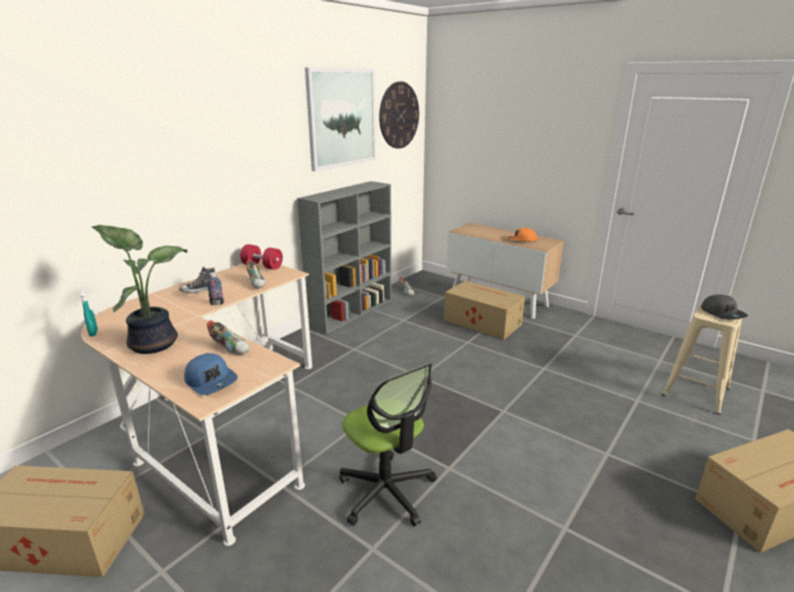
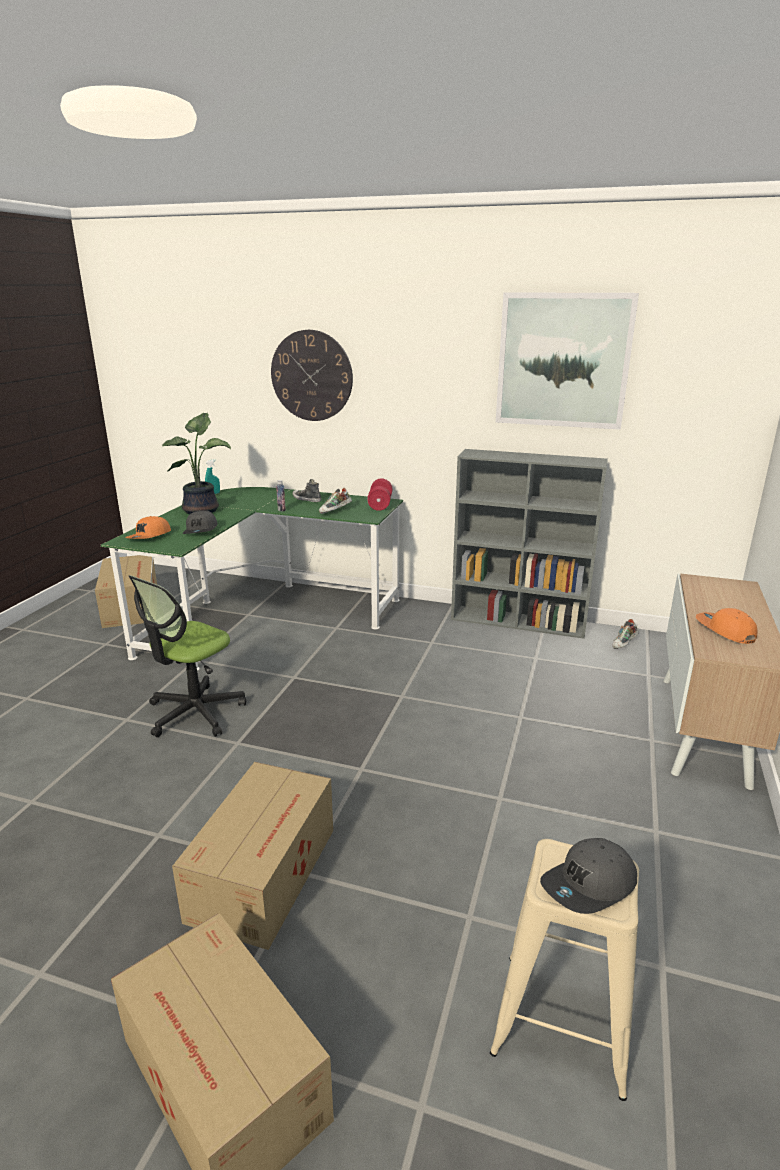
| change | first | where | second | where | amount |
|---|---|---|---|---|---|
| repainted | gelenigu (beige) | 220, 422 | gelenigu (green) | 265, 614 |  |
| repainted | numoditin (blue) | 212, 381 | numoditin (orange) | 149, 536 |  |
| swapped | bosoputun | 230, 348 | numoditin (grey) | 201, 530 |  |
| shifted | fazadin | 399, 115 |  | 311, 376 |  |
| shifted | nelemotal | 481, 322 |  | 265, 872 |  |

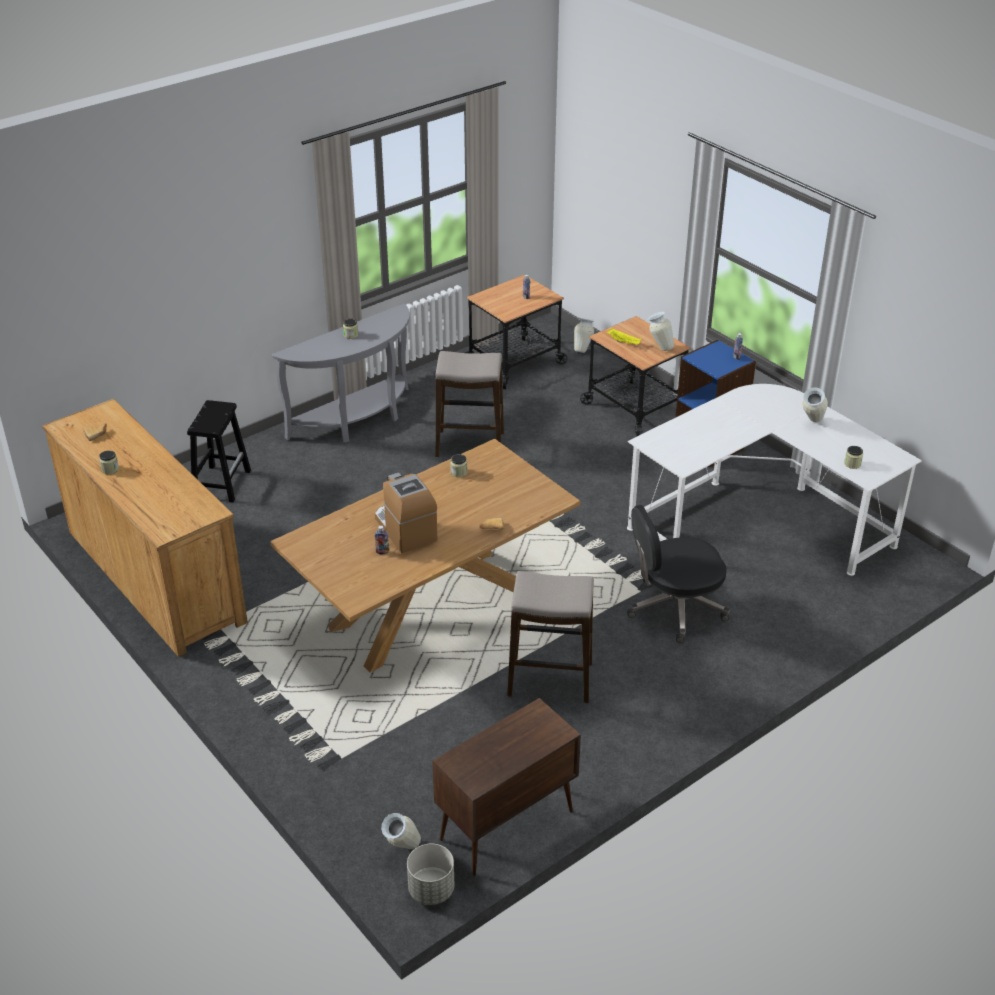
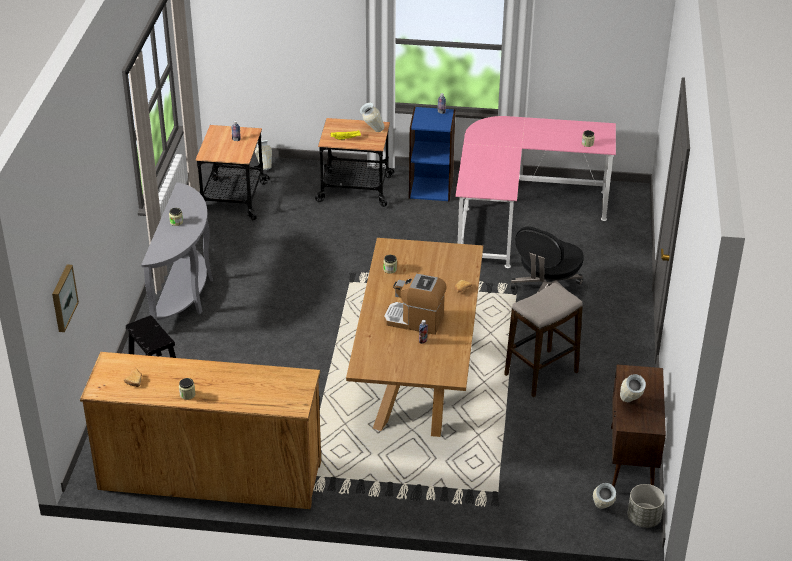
| change | first | where | second | where | amount |
|---|---|---|---|---|---|
| gone | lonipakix | 470, 445 |  |  |  |
| repainted | gelenigu (white) | 759, 518 | gelenigu (pink) | 518, 216 |  |
| shifted | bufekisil | 811, 424 |  | 629, 405 |  |
| new |  |  | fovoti | 62, 298 |  |

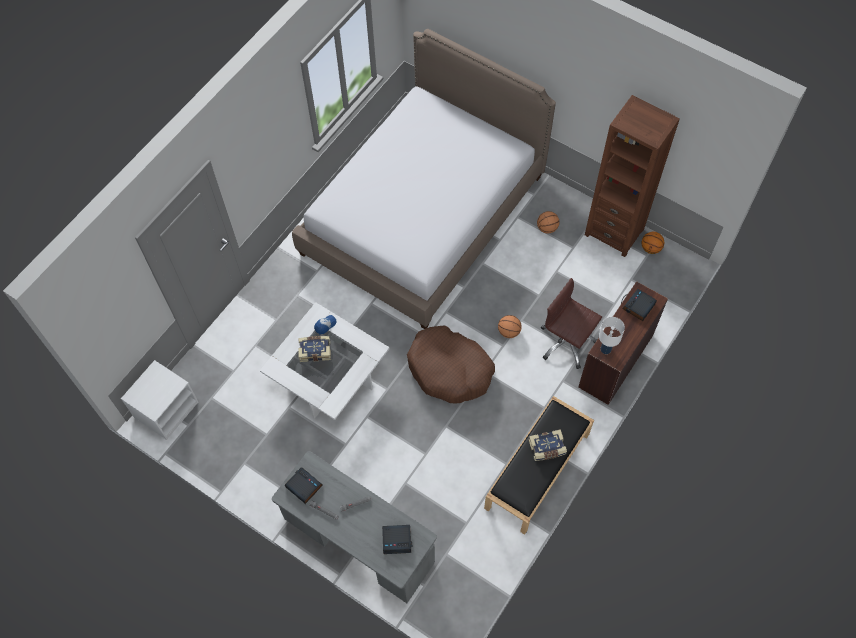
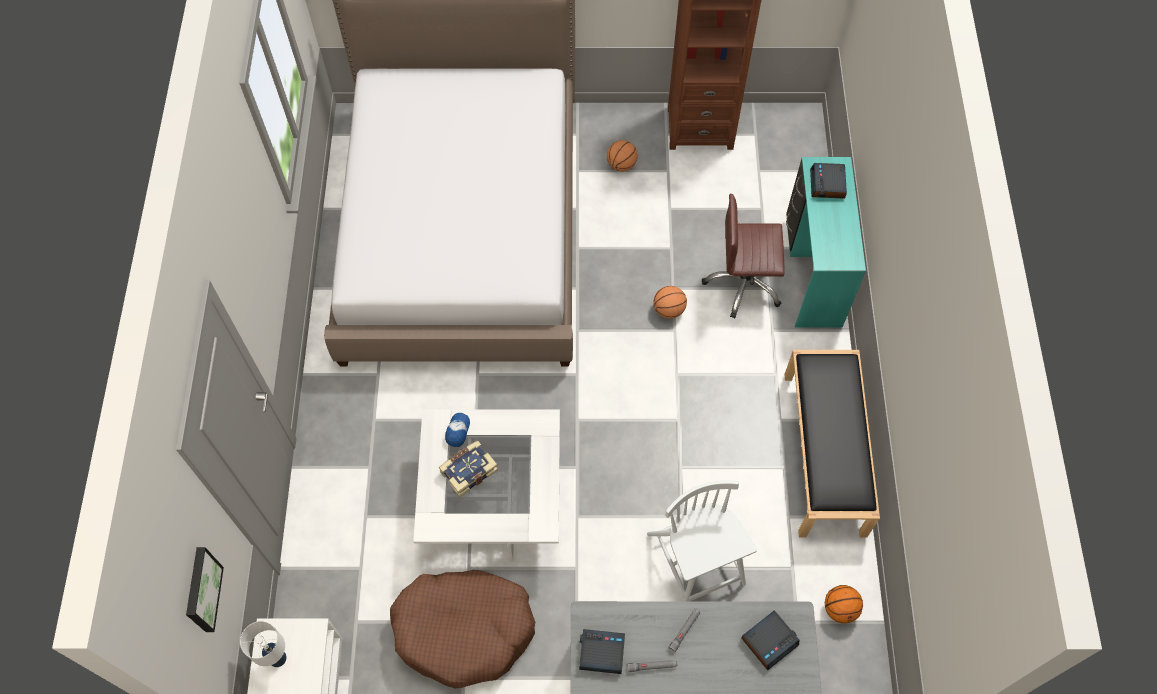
| change | first | where | second | where | amount |
|---|---|---|---|---|---|
| shifted | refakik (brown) | 450, 370 |  | 464, 630 |  |
| gone | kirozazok | 547, 448 |  |  |  |
| repainted | gelenigu (brown) | 615, 360 | gelenigu (turquoise) | 811, 272 |  |
| shifted | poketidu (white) | 606, 349 |  | 278, 658 |  |
| shifted | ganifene | 650, 248 |  | 839, 609 |  |
| new |  |  | fovoti | 201, 590 |  |
| new |  |  | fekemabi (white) | 696, 561 |  |

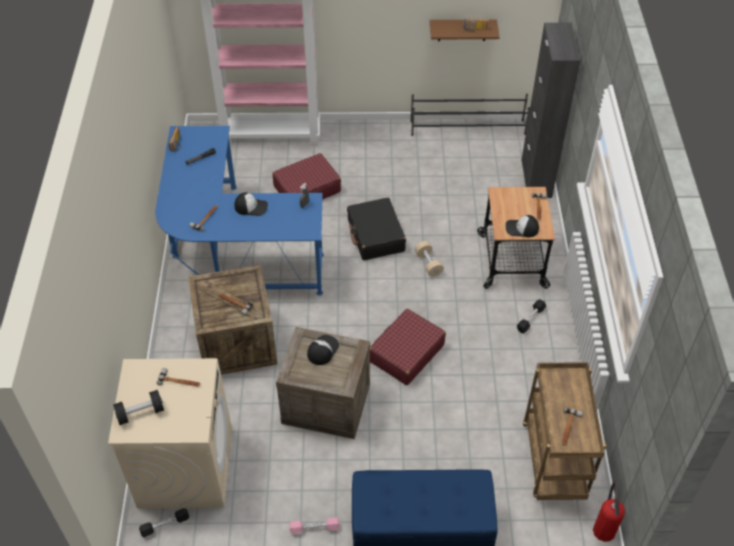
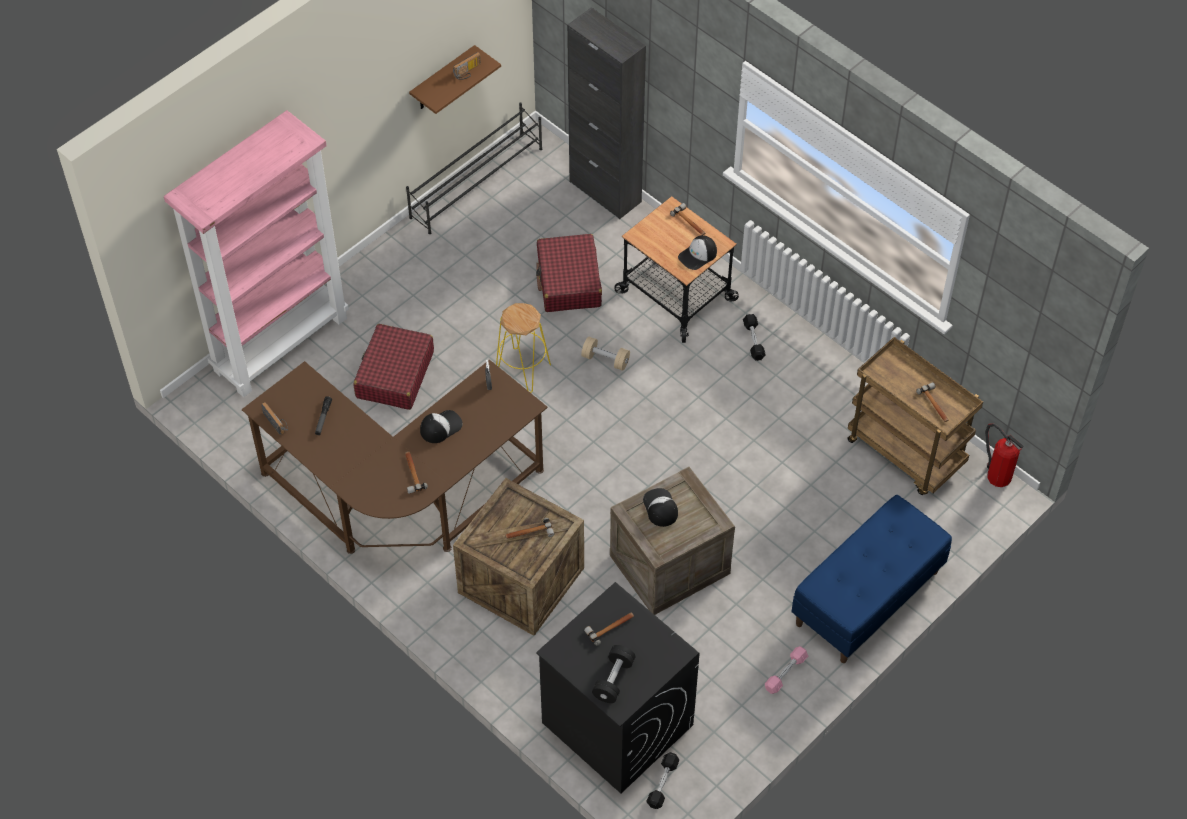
| change | first | where | second | where | amount |
|---|---|---|---|---|---|
| repainted | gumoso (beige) | 185, 466 | gumoso (black) | 616, 723 |  |
| repainted | gelenigu (blue) | 232, 251 | gelenigu (brown) | 401, 498 |  |
| swapped | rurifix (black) | 375, 236 | lonipakix (yellow) | 523, 370 |  |
| shifted | rurifix (red) | 406, 353 |  | 569, 281 |  |

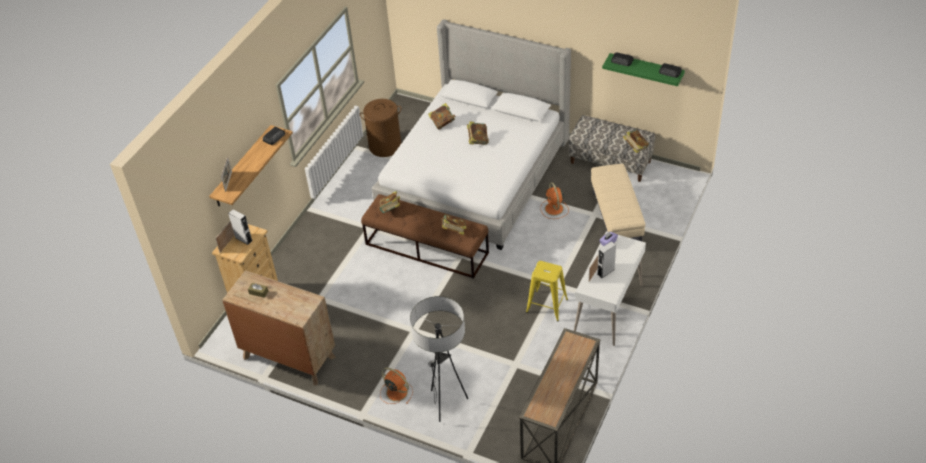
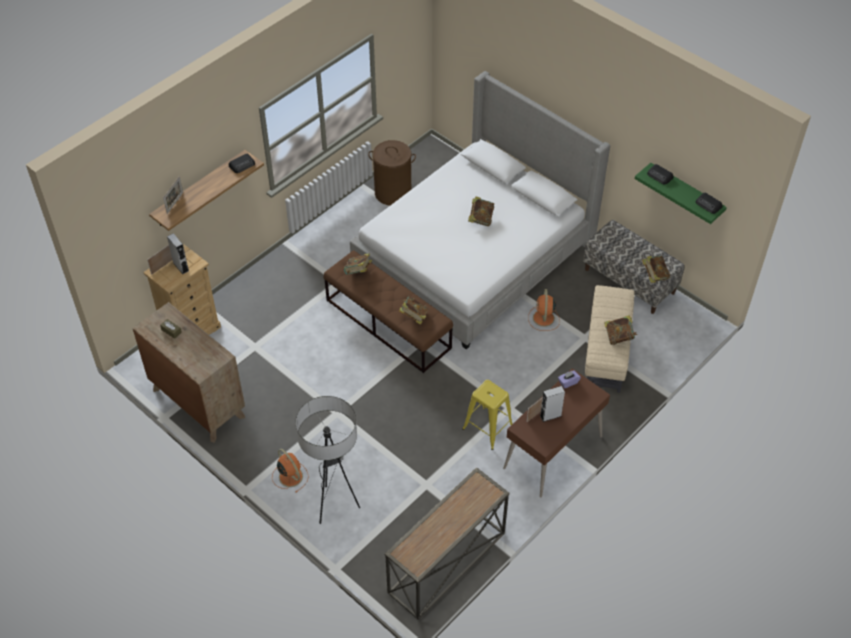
| change | first | where | second | where | amount |
|---|---|---|---|---|---|
| shifted | kirozazok | 442, 123 |  | 619, 337 |  |
| repainted | gelenigu (white) | 608, 309 | gelenigu (brown) | 553, 453 |  |

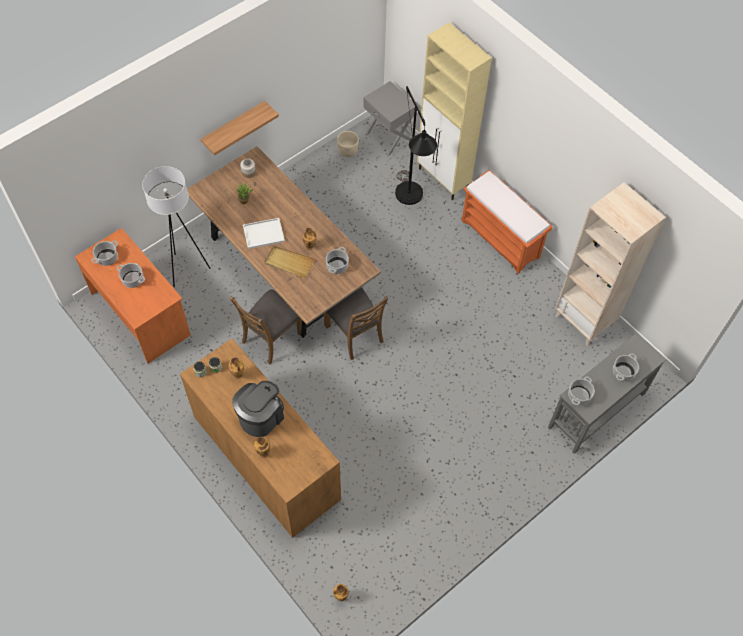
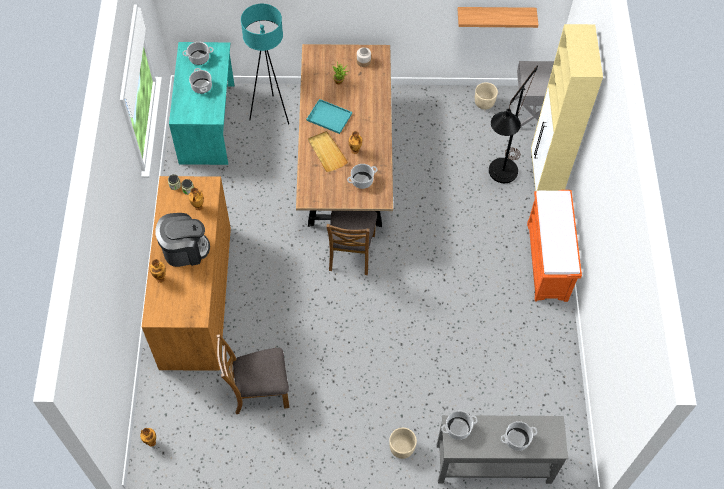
| change | first | where | second | where | amount |
|---|---|---|---|---|---|
| repainted | gelenigu (orange) | 141, 313 | gelenigu (turquoise) | 208, 123 |  |
| repainted | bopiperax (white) | 187, 270 | bopiperax (turquoise) | 271, 113 |  |
| shifted | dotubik | 234, 127 |  | 495, 15 |  |
| shifted | fekemabi (brown) | 271, 337 |  | 259, 390 |  |
| repainted | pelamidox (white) | 263, 234 | pelamidox (turquoise) | 328, 117 |  |
| gone | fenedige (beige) | 585, 320 |  |  |  |
| new |  |  | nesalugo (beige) | 402, 448 |  |

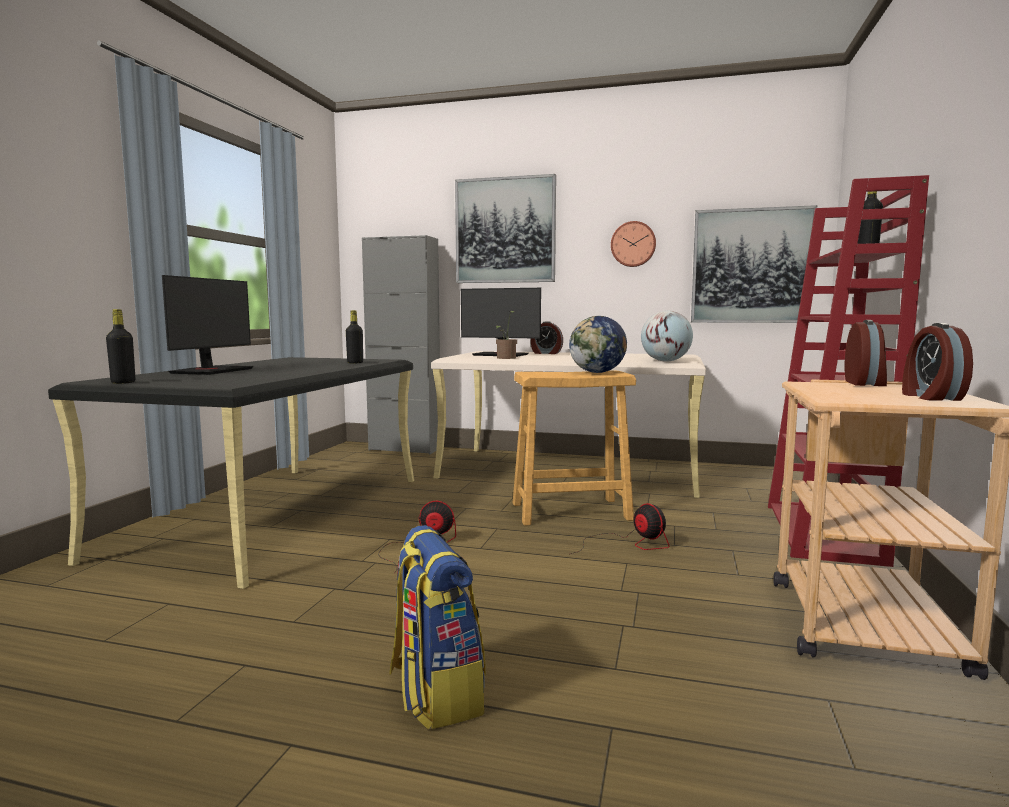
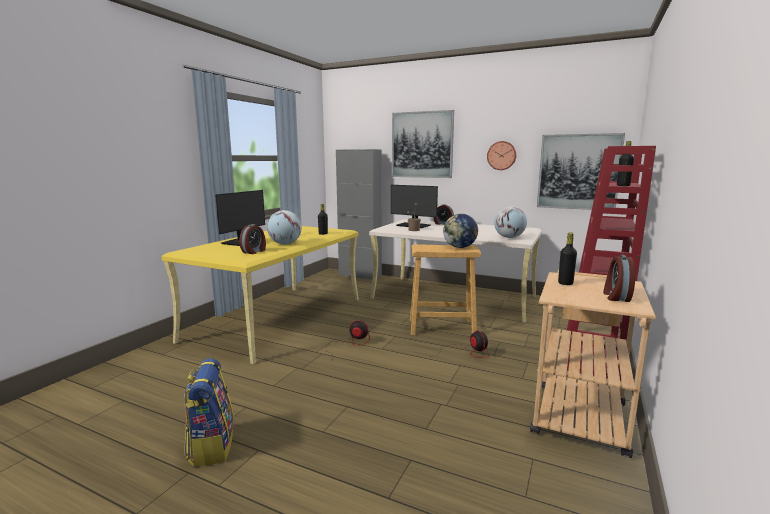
| change | first | where | second | where | amount |
|---|---|---|---|---|---|
| repainted | gelenigu (black) | 276, 514 | gelenigu (yellow) | 278, 318 |  |
| shifted | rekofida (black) | 123, 382 |  | 565, 283 |  |
| shifted | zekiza | 435, 693 |  | 211, 446 |  |
| shifted | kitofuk | 865, 383 |  | 254, 251 |  |
| new |  |  | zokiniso | 285, 244 |  |

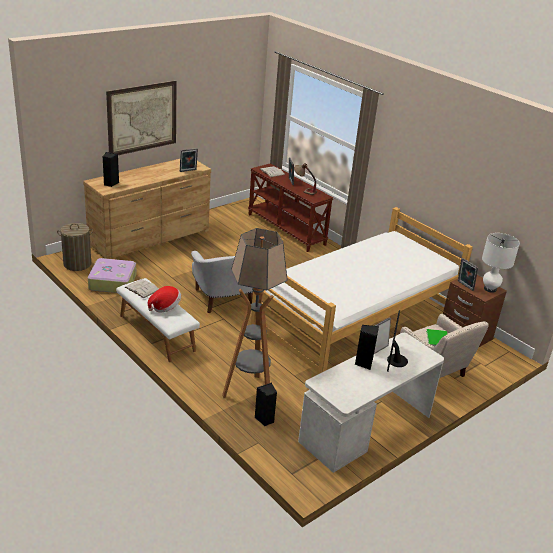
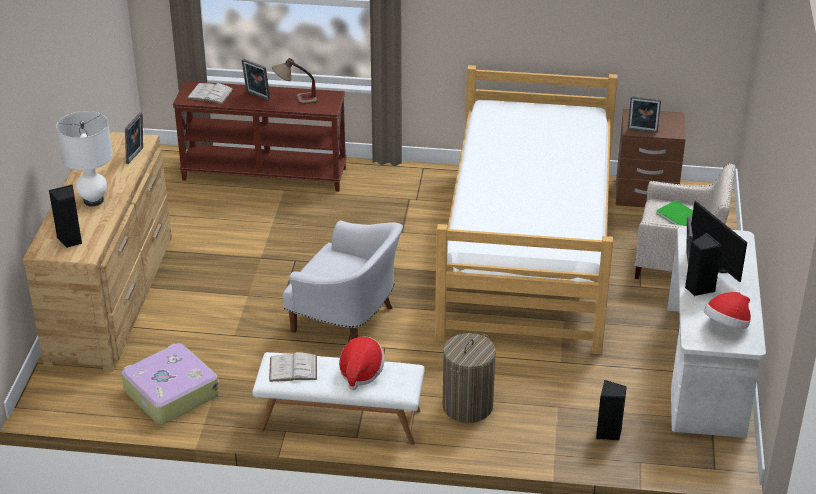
| change | first | where | second | where | amount |
|---|---|---|---|---|---|
| shifted | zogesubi | 77, 264 |  | 467, 406 |  |
| gone | fovoti | 142, 118 |  |  |  |
| gone | bopiperax | 250, 393 |  |  |  |
| shifted | poketidu (white) | 490, 289 |  | 93, 200 |  |
| new |  |  | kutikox | 726, 325 |  |

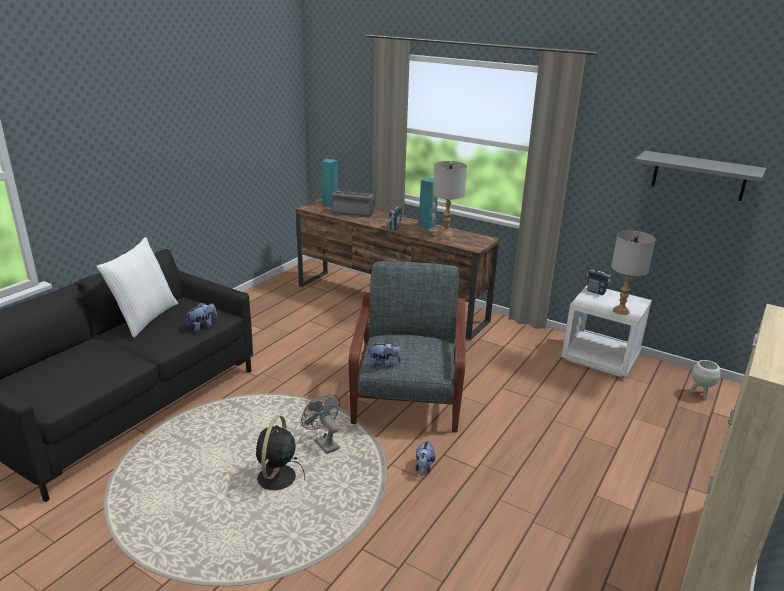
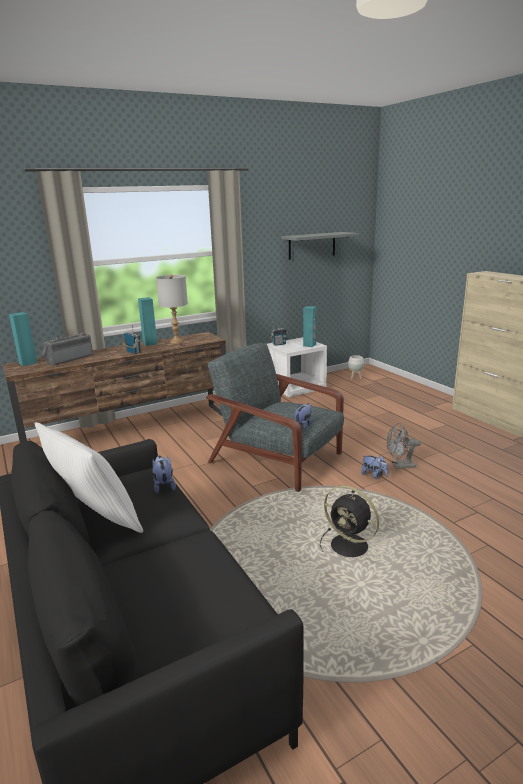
| change | first | where | second | where | amount |
|---|---|---|---|---|---|
| shifted | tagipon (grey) | 324, 443 |  | 400, 466 |  |
| swapped | poketidu (grey) | 621, 311 | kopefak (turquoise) | 310, 345 |  |

